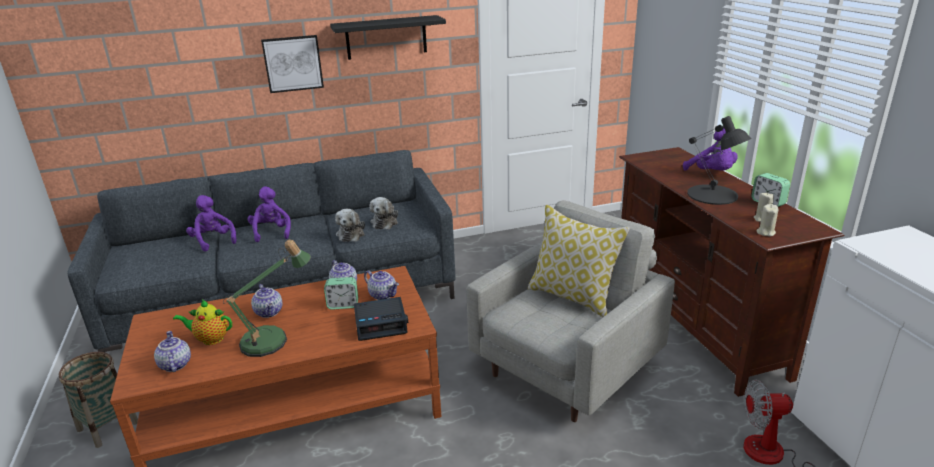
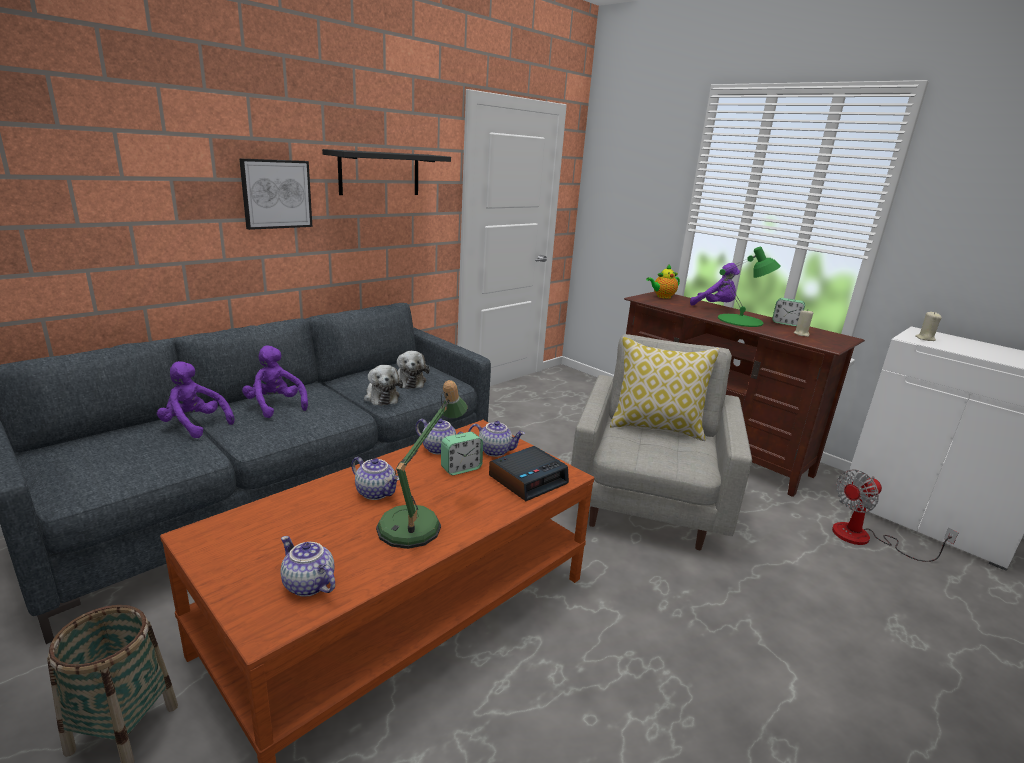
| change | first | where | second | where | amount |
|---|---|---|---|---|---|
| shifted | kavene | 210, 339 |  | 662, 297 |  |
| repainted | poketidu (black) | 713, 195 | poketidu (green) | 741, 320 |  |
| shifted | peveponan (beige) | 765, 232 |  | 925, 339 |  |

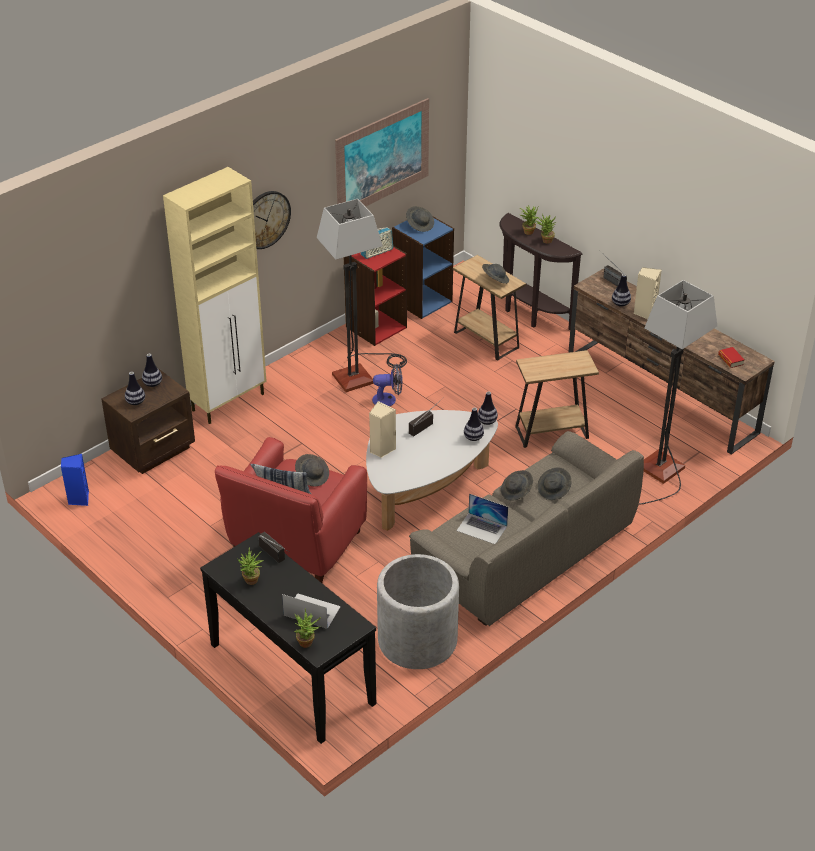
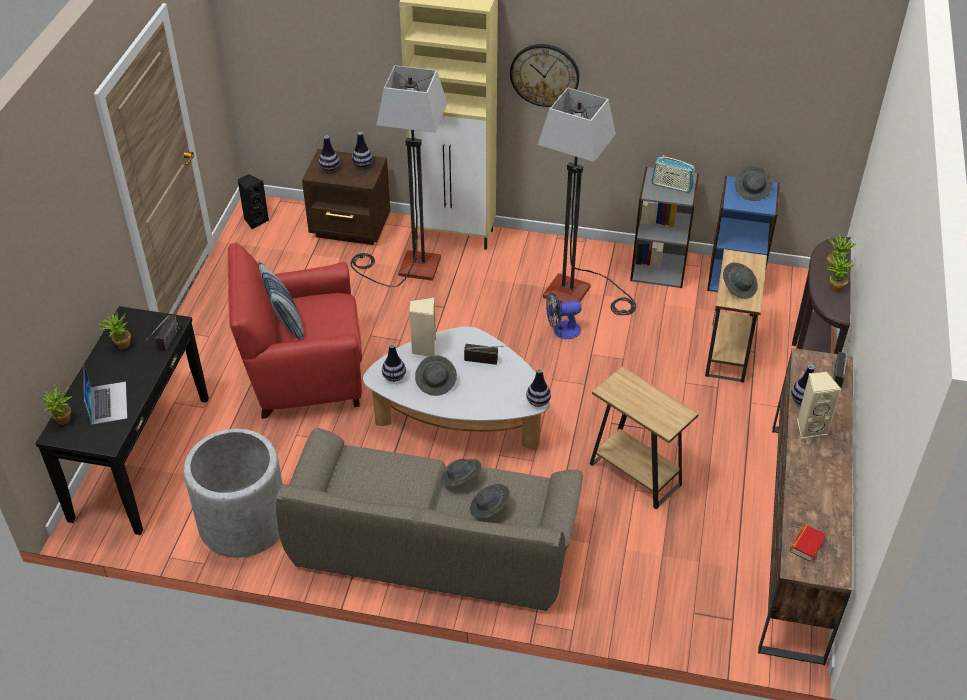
| change | first | where | second | where | amount |
|---|---|---|---|---|---|
| repainted | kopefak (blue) | 78, 499 | kopefak (black) | 255, 220 |  |
| shifted | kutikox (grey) | 312, 476 |  | 436, 382 |  |
| gone | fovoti | 382, 158 |  |  |  |
| repainted | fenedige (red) | 375, 327 | fenedige (grey) | 659, 267 |  |
| rotated | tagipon | 388, 399 |  | 561, 330 | 120 degrees clockwise |
| gone | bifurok | 482, 528 |  |  |  |
| shifted | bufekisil | 473, 438 |  | 394, 377 |  |
| shifted | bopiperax | 655, 475 |  | 406, 267 |  |

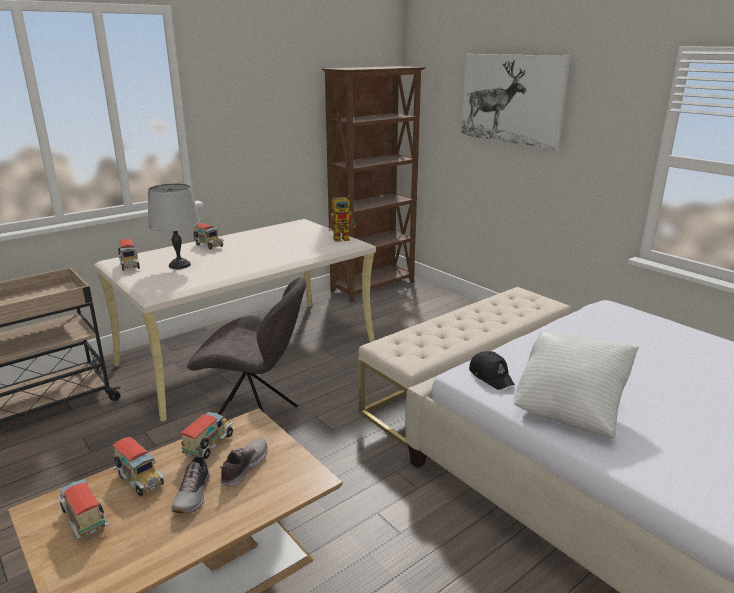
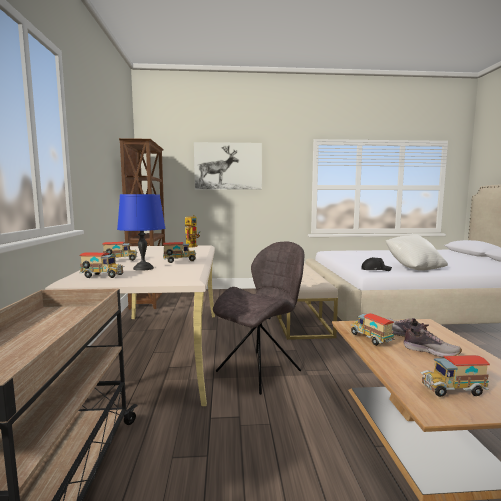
| change | first | where | second | where | amount |
|---|---|---|---|---|---|
| shifted | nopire | 139, 481 |  | 180, 261 |  |
| repainted | poketidu (grey) | 179, 265 | poketidu (blue) | 143, 268 |  |

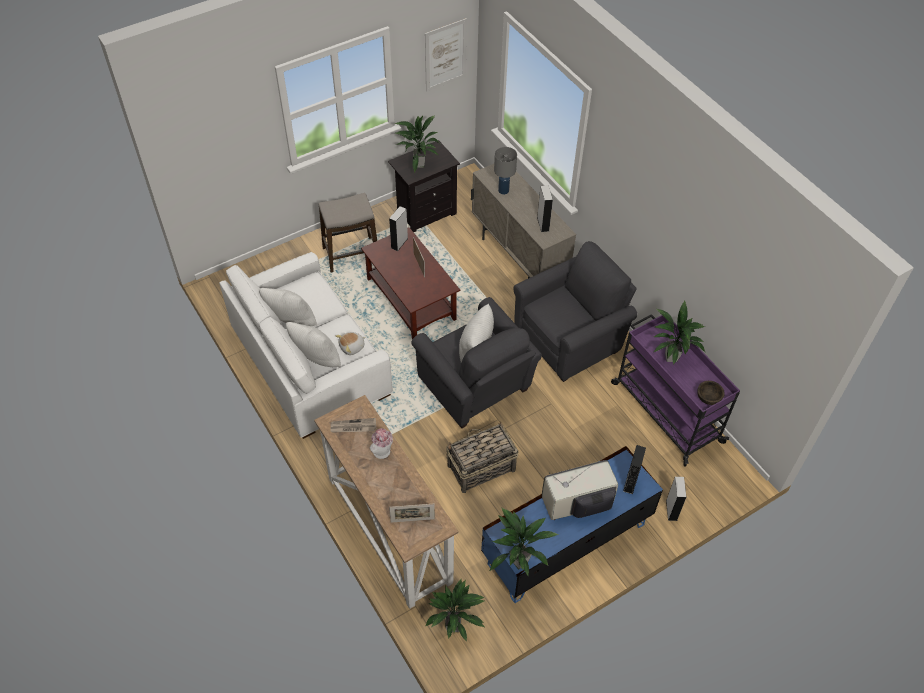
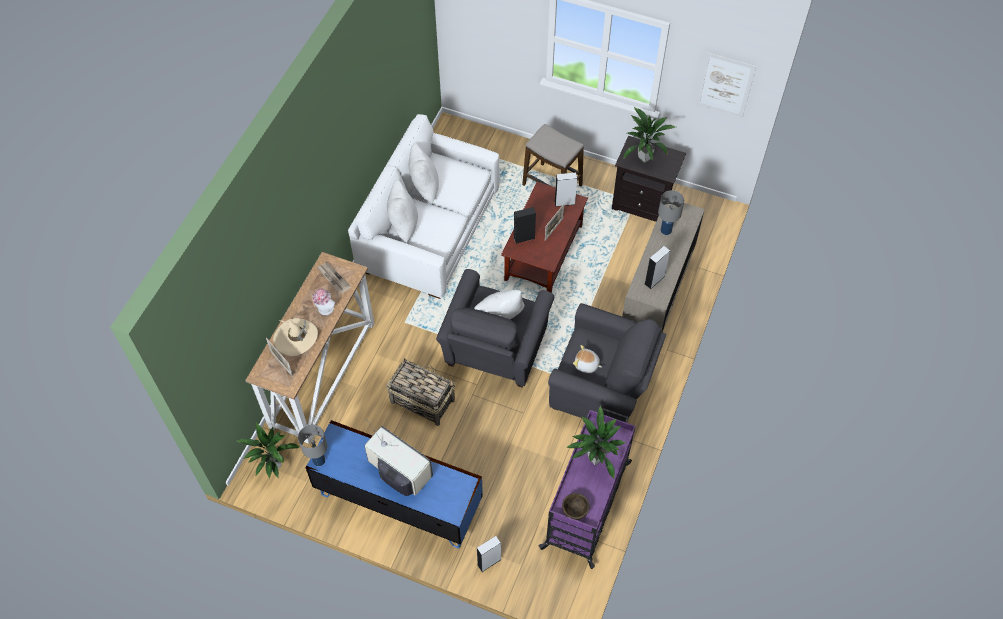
| change | first | where | second | where | amount |
|---|---|---|---|---|---|
| shifted | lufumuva | 352, 347 |  | 586, 365 |  |
| swapped | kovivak | 519, 561 | poketidu (grey) | 319, 461 |  |
| shifted | kopefak (black) | 630, 482 |  | 524, 238 |  |
| new |  |  | kutikox (beige) | 296, 338 |  |

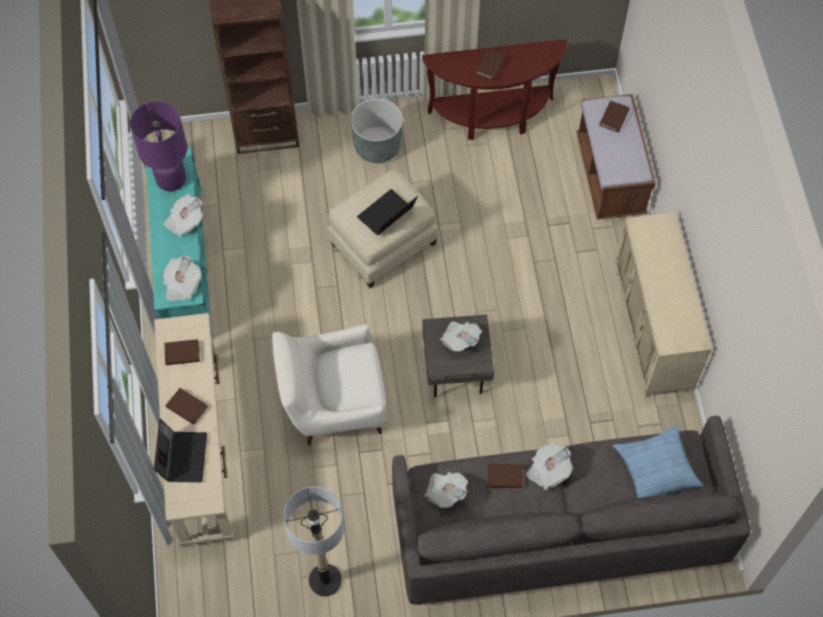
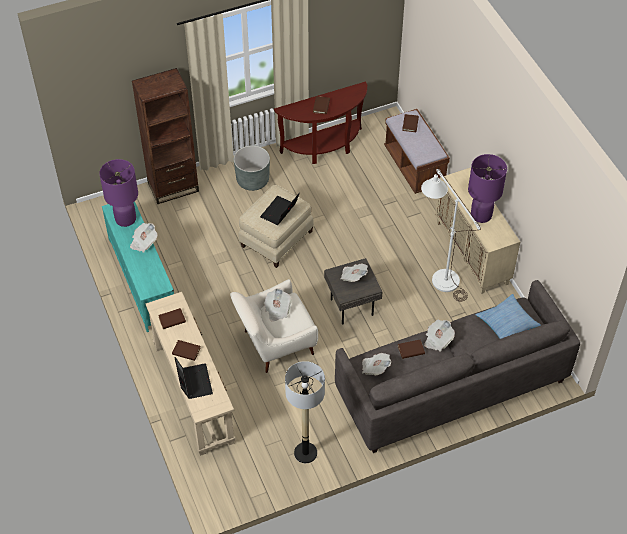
| change | first | where | second | where | amount |
|---|---|---|---|---|---|
| shifted | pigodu | 181, 285 |  | 277, 310 |  |
| new |  |  | bopiperax (white) | 440, 275 |  |
| new |  |  | poketidu (purple) | 481, 215 |  |

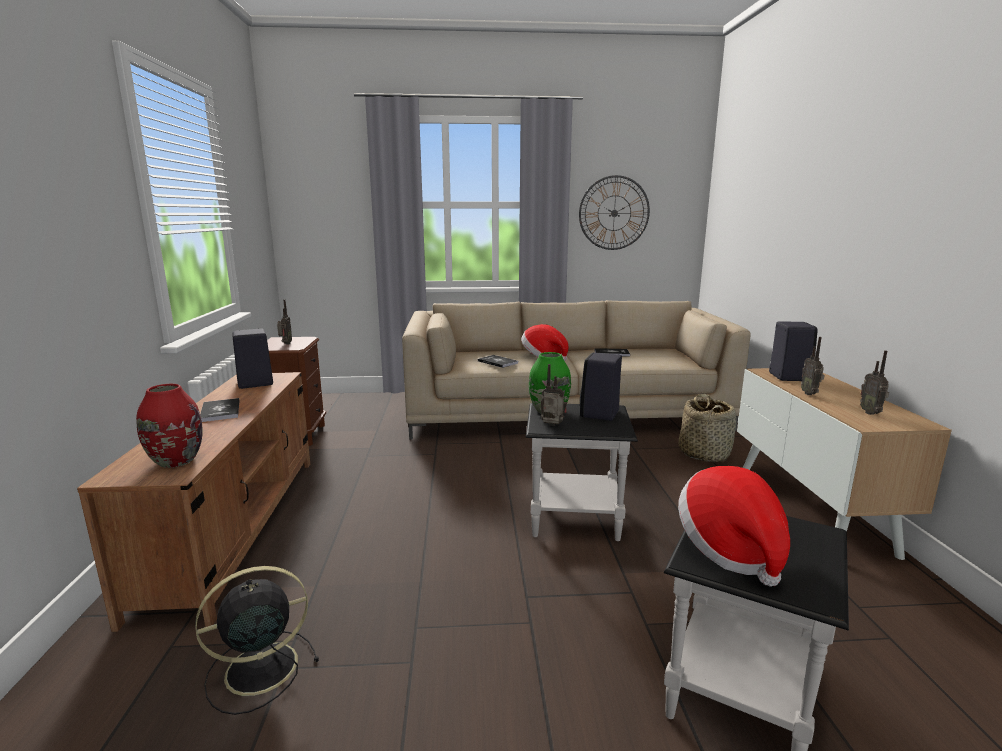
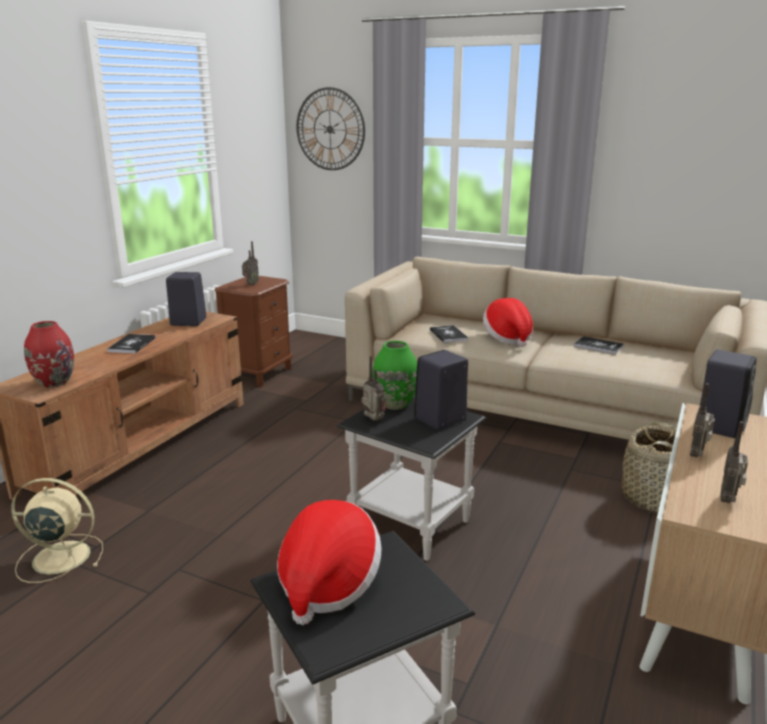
| change | first | where | second | where | amount |
|---|---|---|---|---|---|
| repainted | tagipon (black) | 258, 669 | tagipon (beige) | 59, 557 |  |
| shifted | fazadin | 614, 213 |  | 330, 129 |  |

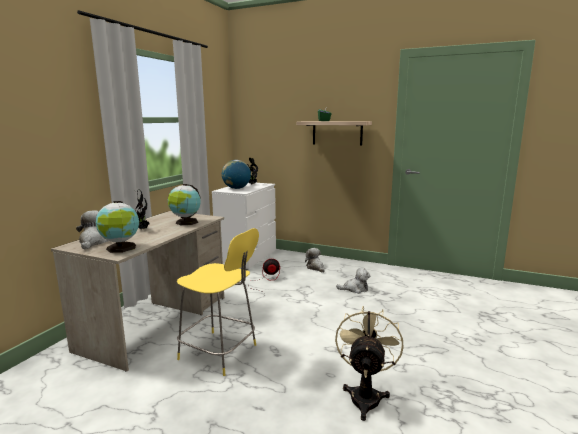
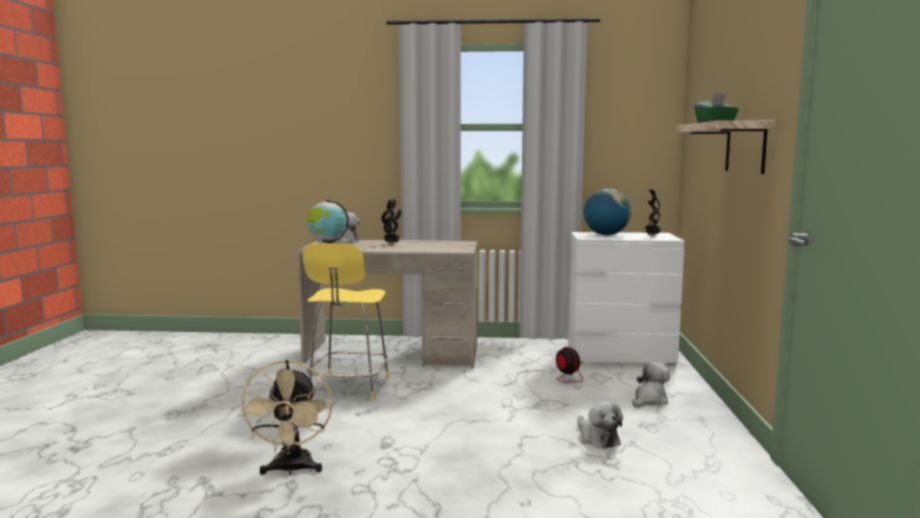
| change | first | where | second | where | amount |
|---|---|---|---|---|---|
| gone | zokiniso | 186, 222 |  |  |  |
| rotated | tagipon (beige) | 365, 395 |  | 291, 469 | 90 degrees clockwise |

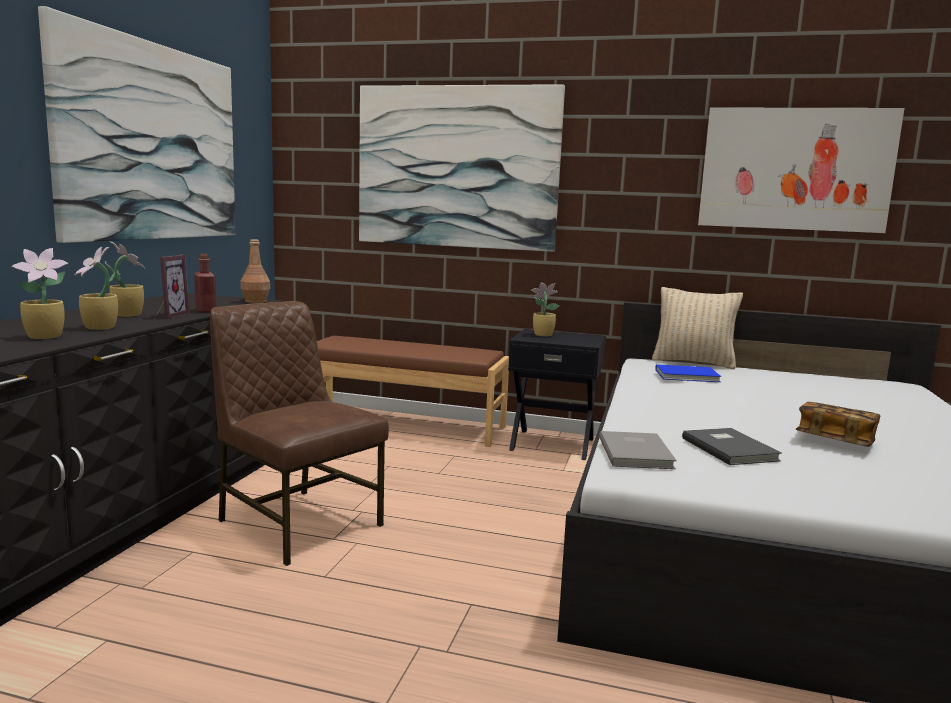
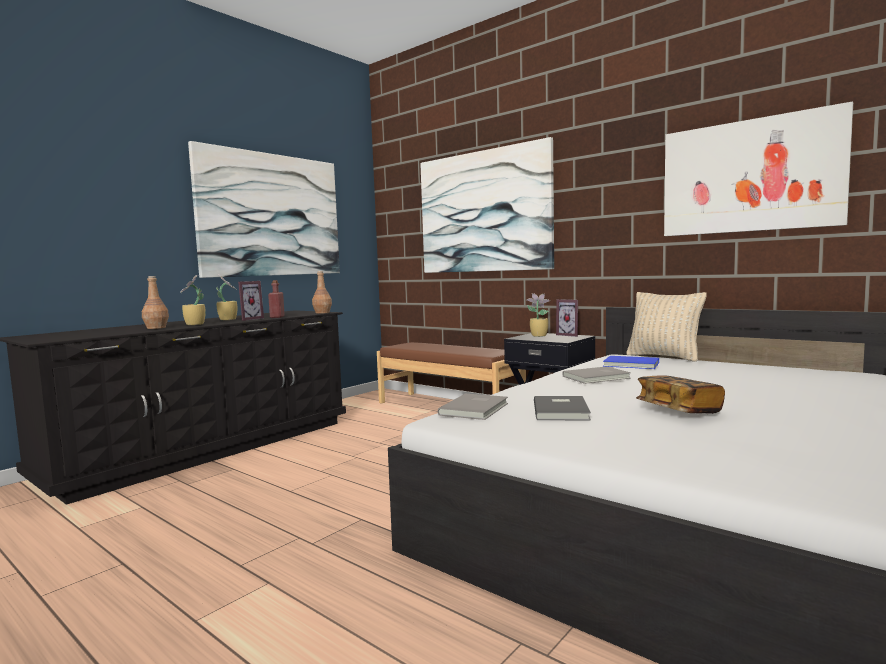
| change | first | where | second | where | amount |
|---|---|---|---|---|---|
| swapped | kovivak | 46, 336 | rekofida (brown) | 156, 328 |  |
| gone | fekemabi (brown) | 297, 522 |  |  |  |
| new |  |  | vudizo | 570, 335 |  |
| new |  |  | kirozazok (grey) | 597, 377 |  |

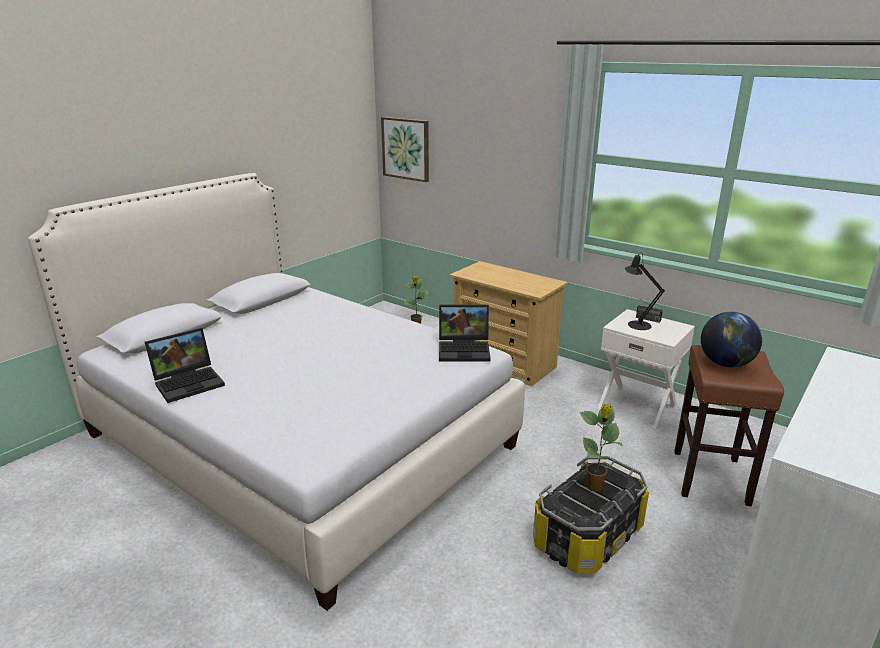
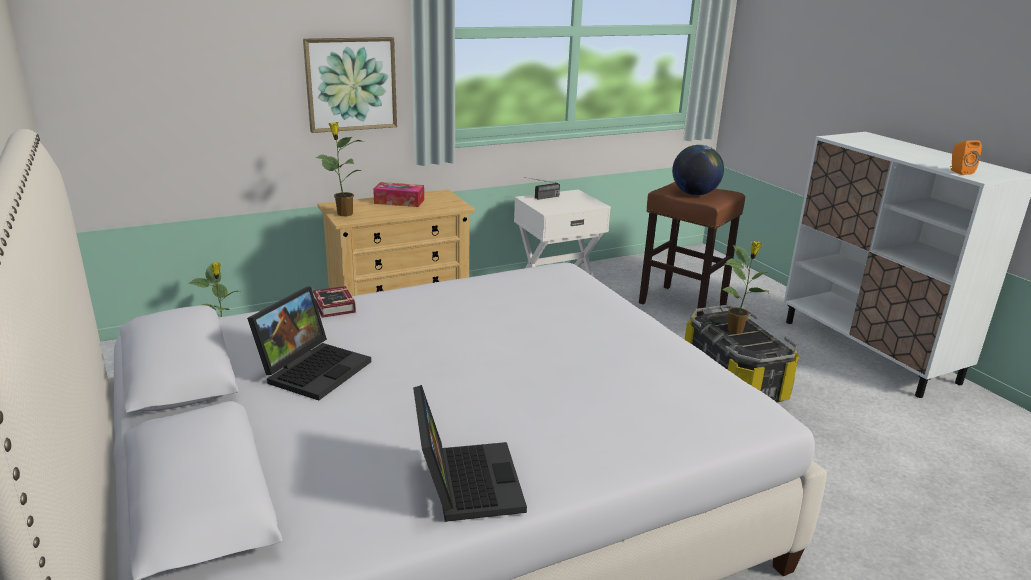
| change | first | where | second | where | amount |
|---|---|---|---|---|---|
| shifted | fovoti | 406, 148 |  | 351, 84 |  |
| shifted | bifurok | 465, 350 |  | 314, 368 |  |
| gone | poketidu (black) | 636, 324 |  |  |  |
| new |  |  | kirozazok | 333, 307 |  |
| new |  |  | kovivak | 344, 214 |  |
| new |  |  | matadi | 399, 201 |  |
| new |  |  | kopefak (orange) | 959, 172 |  |

